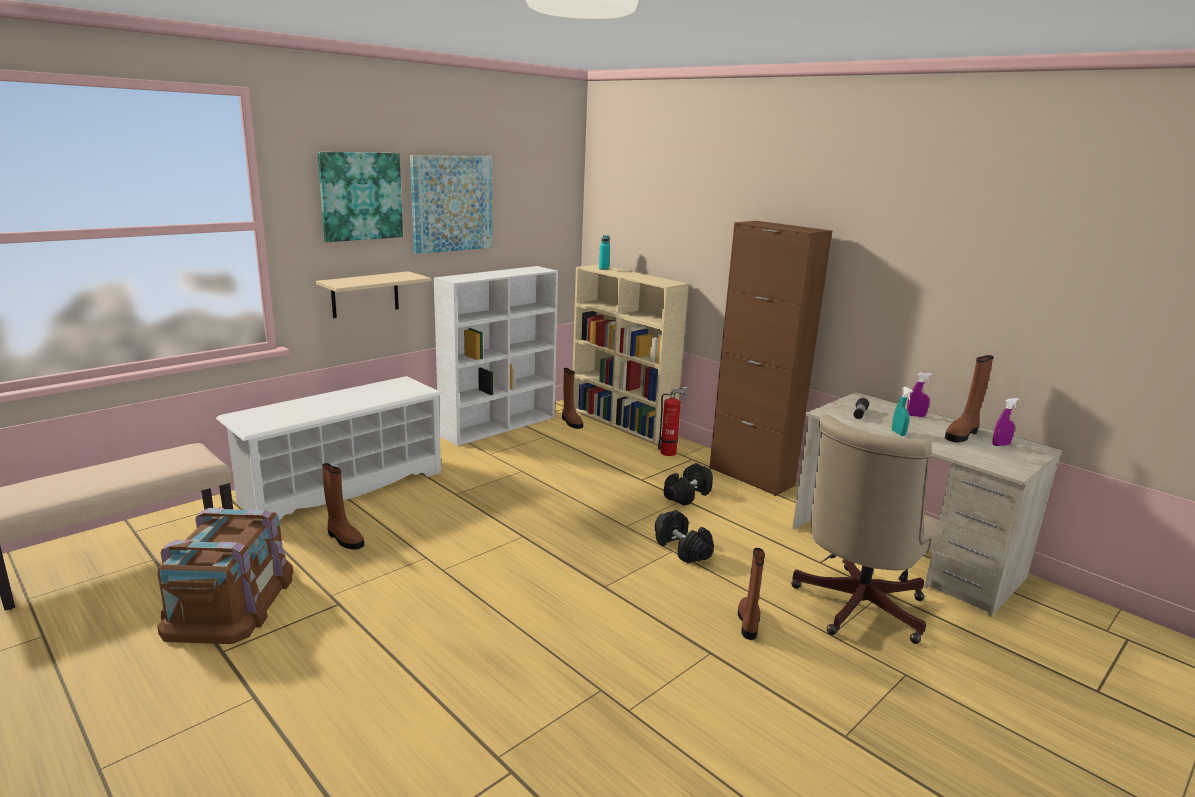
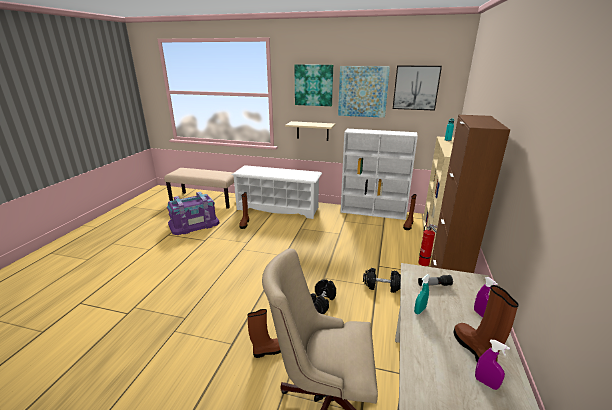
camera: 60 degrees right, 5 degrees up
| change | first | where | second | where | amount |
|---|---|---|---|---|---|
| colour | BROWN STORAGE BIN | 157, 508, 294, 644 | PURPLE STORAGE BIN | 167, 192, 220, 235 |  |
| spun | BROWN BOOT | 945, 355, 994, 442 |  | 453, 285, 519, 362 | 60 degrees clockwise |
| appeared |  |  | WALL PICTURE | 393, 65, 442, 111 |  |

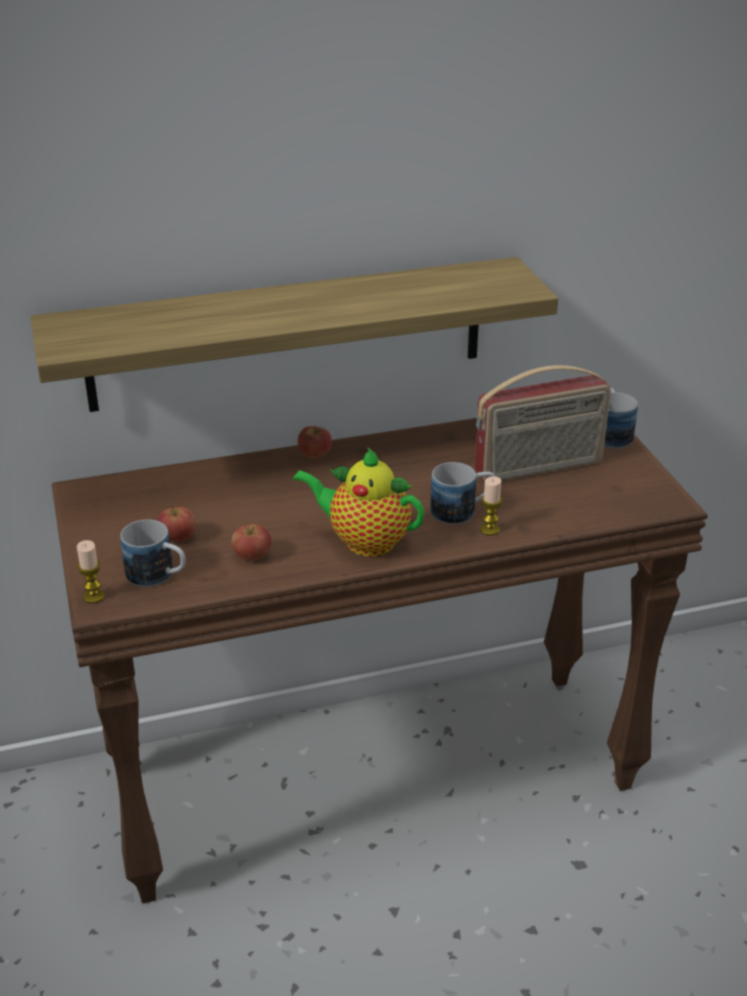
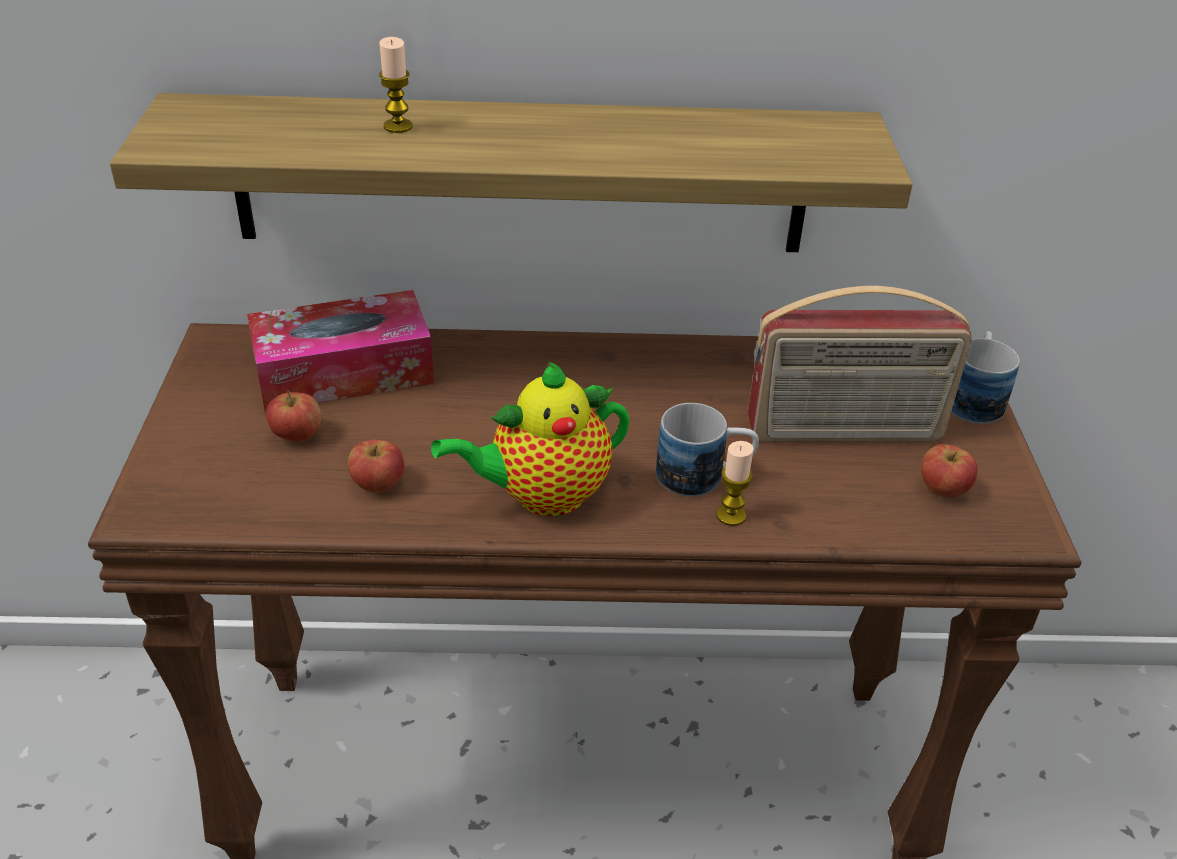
camera: 15 degrees right, 5 degrees up
| change | first | where | second | where | amount |
|---|---|---|---|---|---|
| relocated | WAX CANDLE | 77, 540, 105, 603 |  | 379, 37, 413, 133 |  |
| missing | TEA MUG | 120, 519, 186, 587 |  |  |  |
| spun | TEA POT | 292, 448, 424, 557 |  | 431, 361, 630, 516 | 60 degrees counterclockwise |
| relocated | APPLE | 298, 426, 332, 459 |  | 921, 444, 978, 498 |  |
| appeared |  |  | TISSUE BOX | 247, 290, 434, 412 |  |

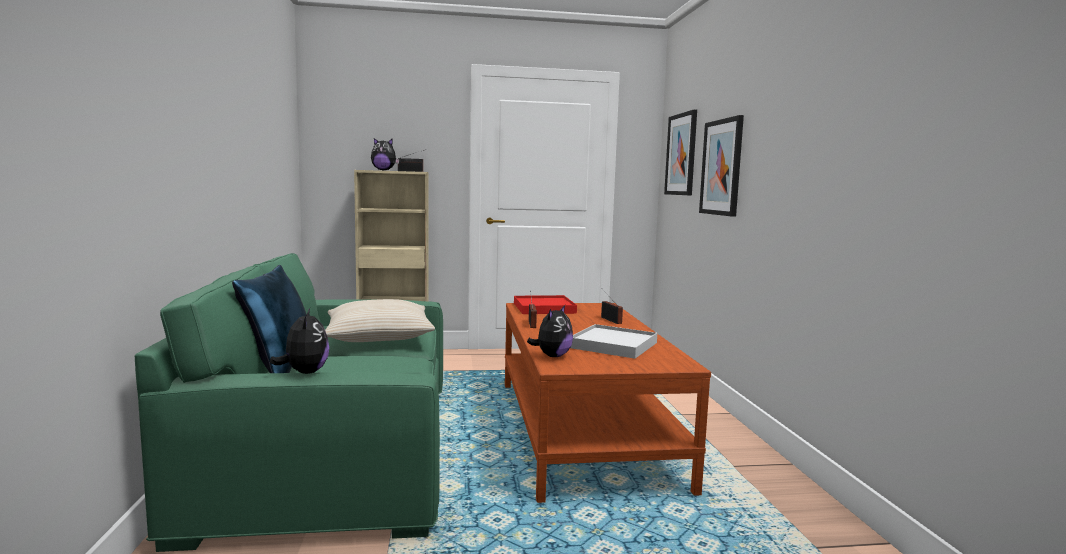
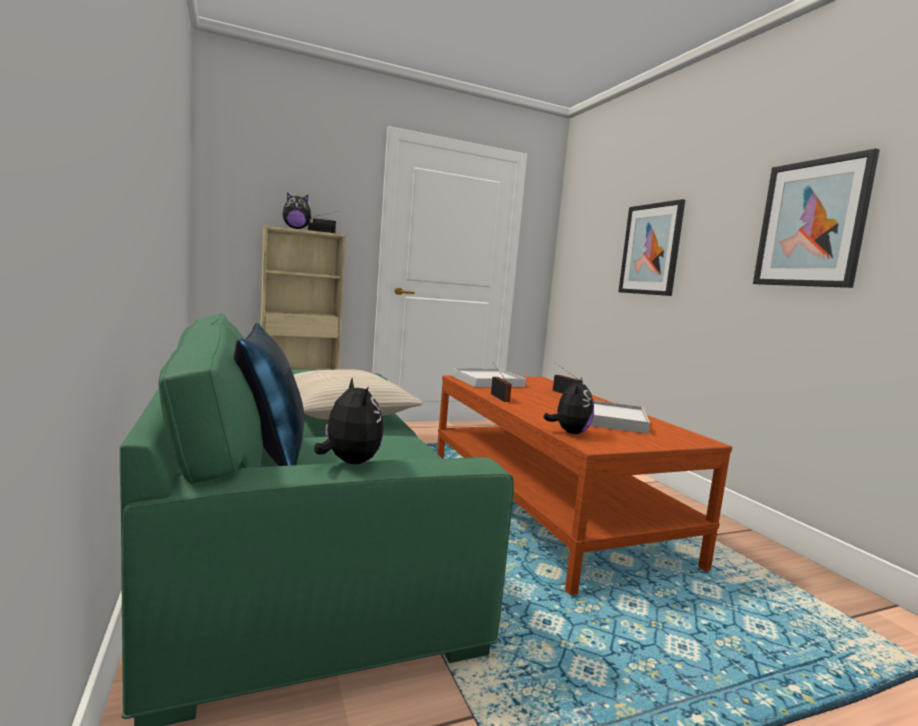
camera: 15 degrees left, 0 degrees up
| change | first | where | second | where | amount |
|---|---|---|---|---|---|
| colour | REDDISH SERVING TRAY | 514, 295, 577, 314 | WHITISH SERVING TRAY | 452, 368, 526, 387 |  |
| relocated | WALL PICTURE | 664, 110, 697, 195 |  | 753, 148, 880, 288 |  |

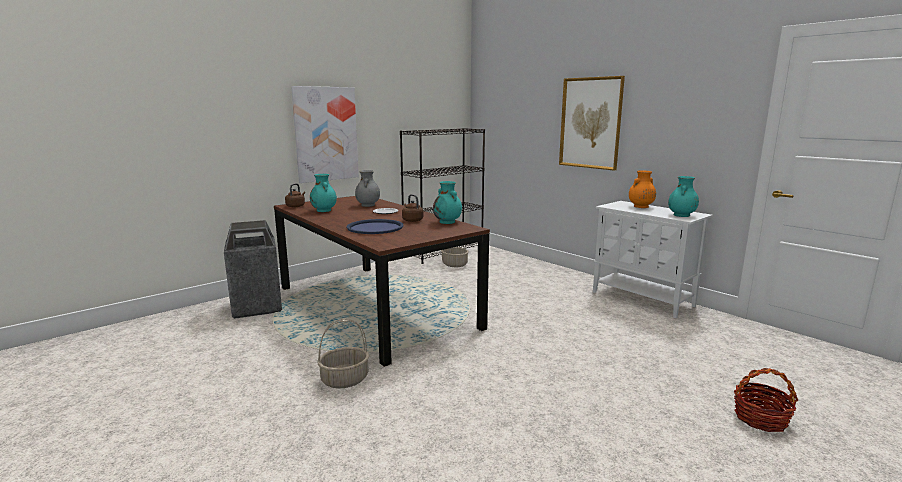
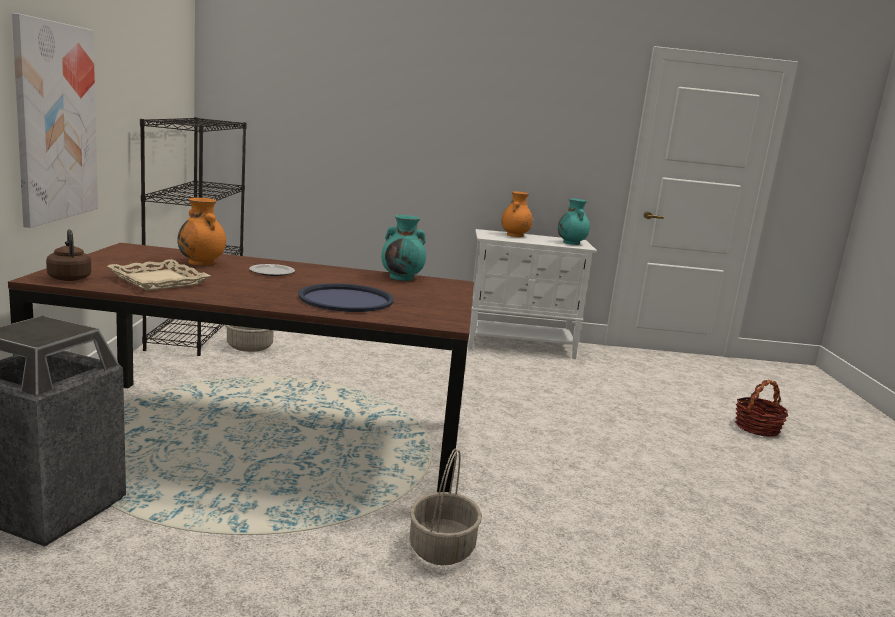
camera: 50 degrees left, 0 degrees up
| change | first | where | second | where | amount |
|---|---|---|---|---|---|
| exchanged | BLUE-GREEN FLOWER VASE | 310, 174, 337, 212 | BEIGE-COLOURED SERVING TRAY | 107, 259, 210, 291 |  |
| colour | GREYISH FLOWER VASE | 355, 170, 380, 207 | ORANGE FLOWER VASE | 178, 198, 226, 266 |  |
| missing | BROWN TEA KETTLE | 402, 194, 423, 222 |  |  |  |
| missing | WALL PICTURE | 559, 76, 625, 171 |  |  |  |

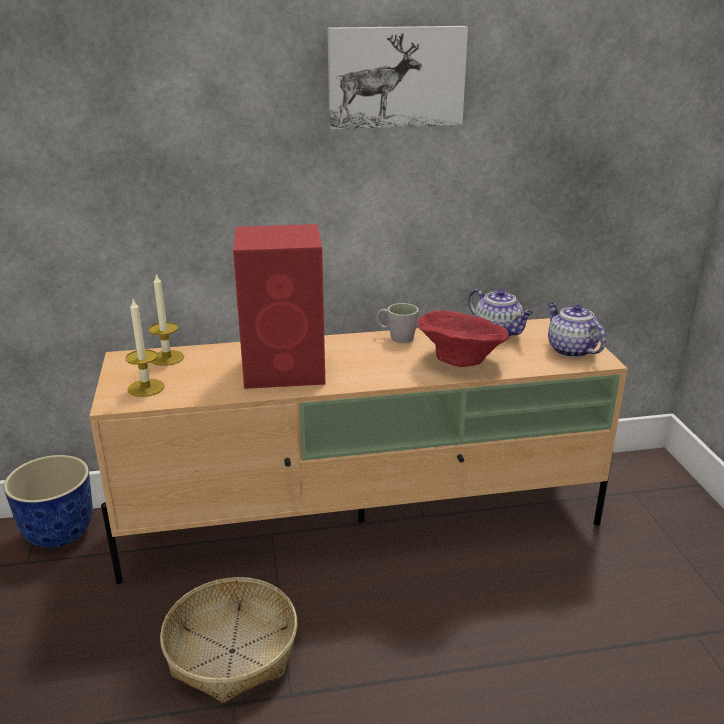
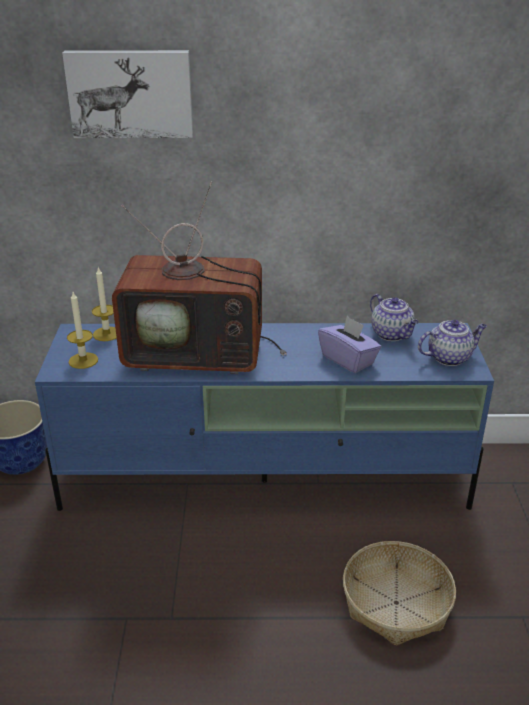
camera: 10 degrees right, 5 degrees up
| change | first | where | second | where | amount |
|---|---|---|---|---|---|
| colour | BEIGE-COLOURED MEDIA CONSOLE | 89, 318, 628, 584 | BLUE MEDIA CONSOLE | 35, 323, 494, 511 |  |
| relocated | BASKET | 160, 577, 298, 703 |  | 343, 541, 456, 646 |  |
| exchanged | REDDISH SPEAKER | 233, 224, 325, 389 | TELEVISION | 112, 182, 287, 374 |  |
| relocated | WALL PICTURE | 327, 26, 468, 129 |  | 62, 50, 193, 138 |  |
| missing | GREYISH TEA MUG | 377, 303, 419, 343 |  |  |  |
| exchanged | REDDISH SERVING BOWL | 418, 310, 510, 367 | PURPLE TISSUE BOX | 318, 316, 381, 373 |  |
| spun | TEA POT | 548, 303, 606, 358 |  | 418, 320, 487, 366 | 90 degrees clockwise |

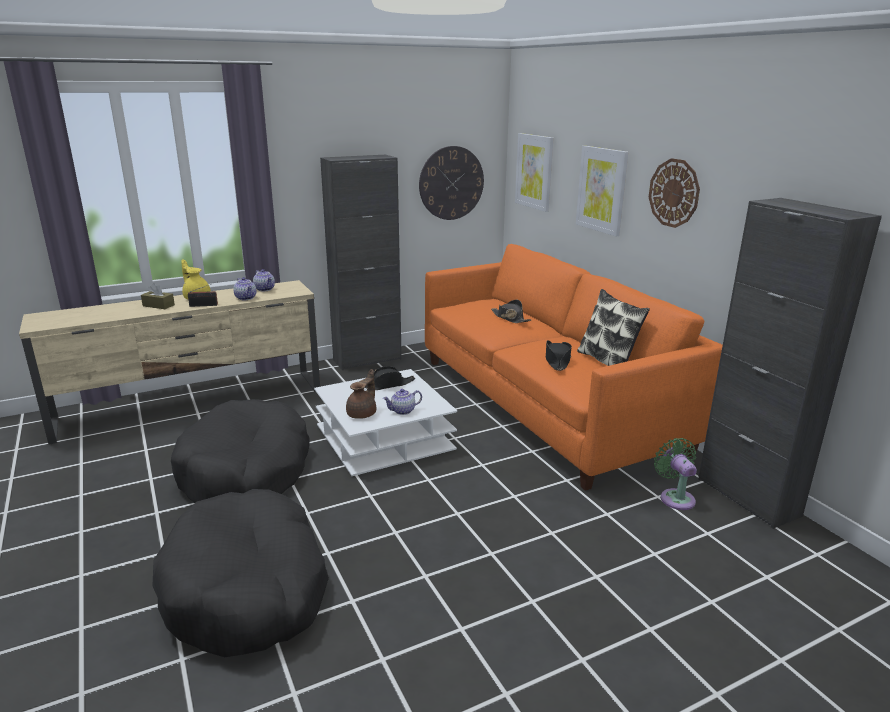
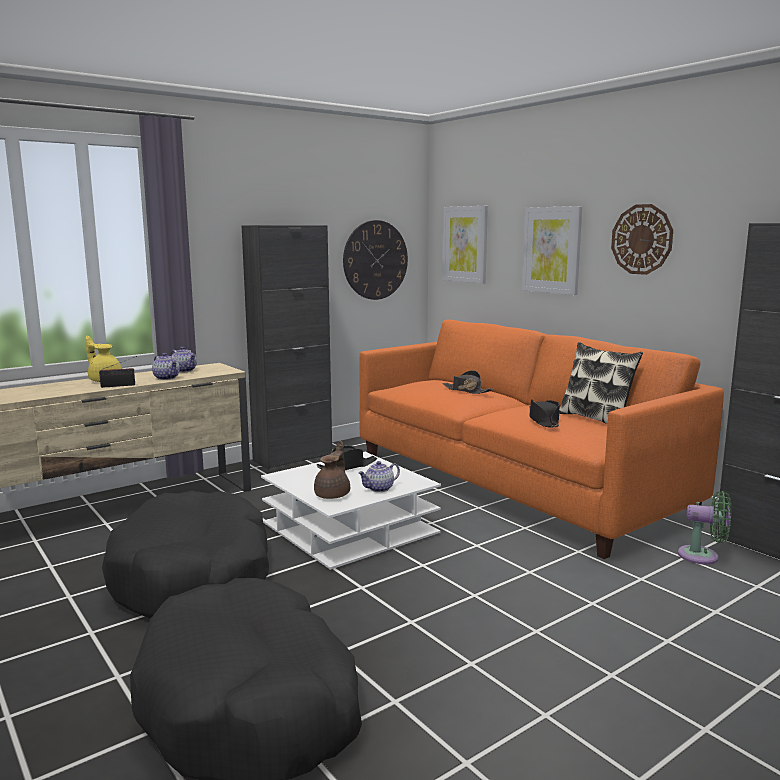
camera: 10 degrees left, 10 degrees down
| change | first | where | second | where | amount |
|---|---|---|---|---|---|
| missing | BROWN TISSUE BOX | 141, 283, 175, 309 |  |  |  |
| spun | GREEN COOLING FAN | 654, 438, 697, 510 |  | 678, 491, 731, 565 | 135 degrees clockwise |

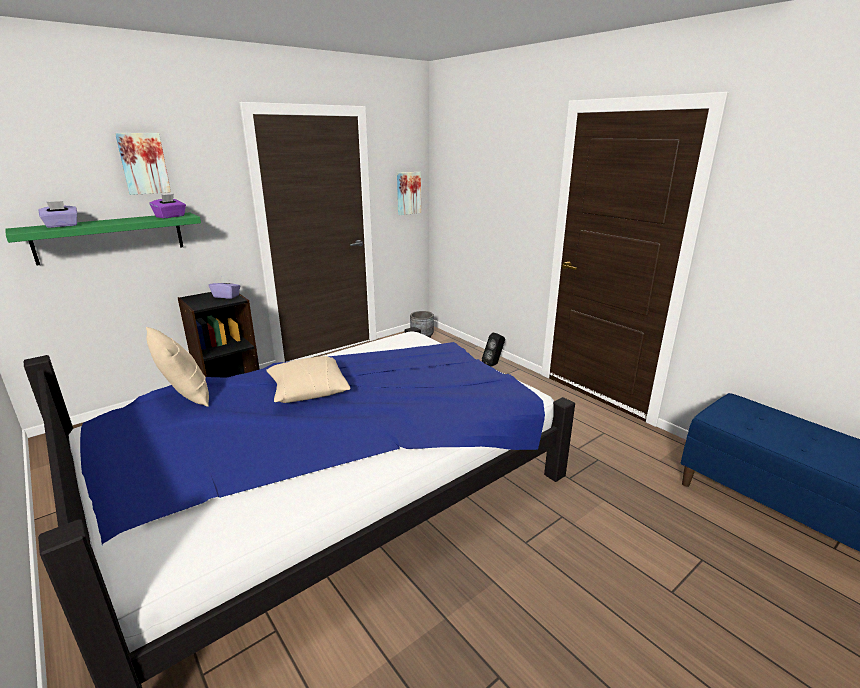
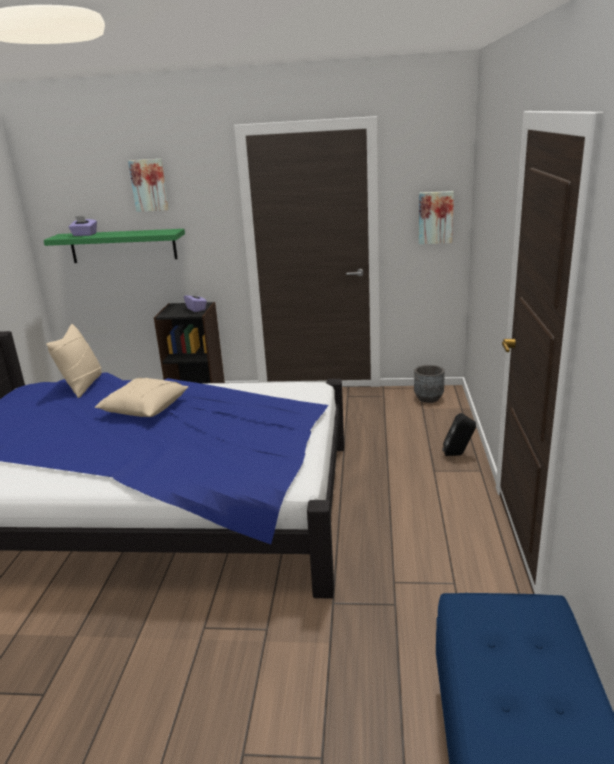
camera: 45 degrees right, 0 degrees up
| change | first | where | second | where | amount |
|---|---|---|---|---|---|
| missing | PURPLE TISSUE BOX | 150, 194, 186, 218 |  |  |  |

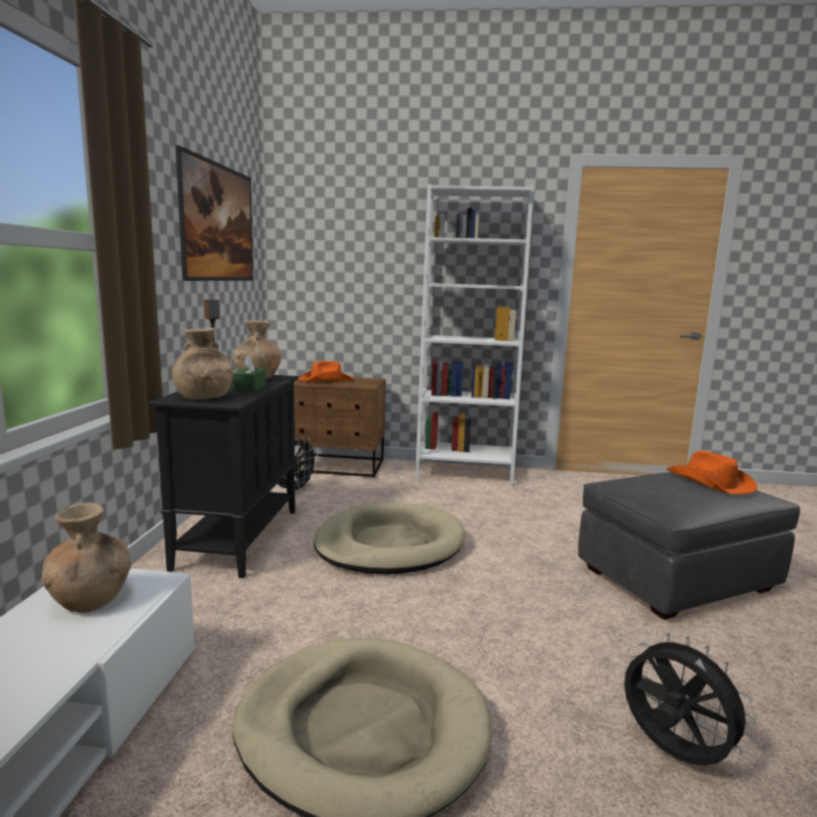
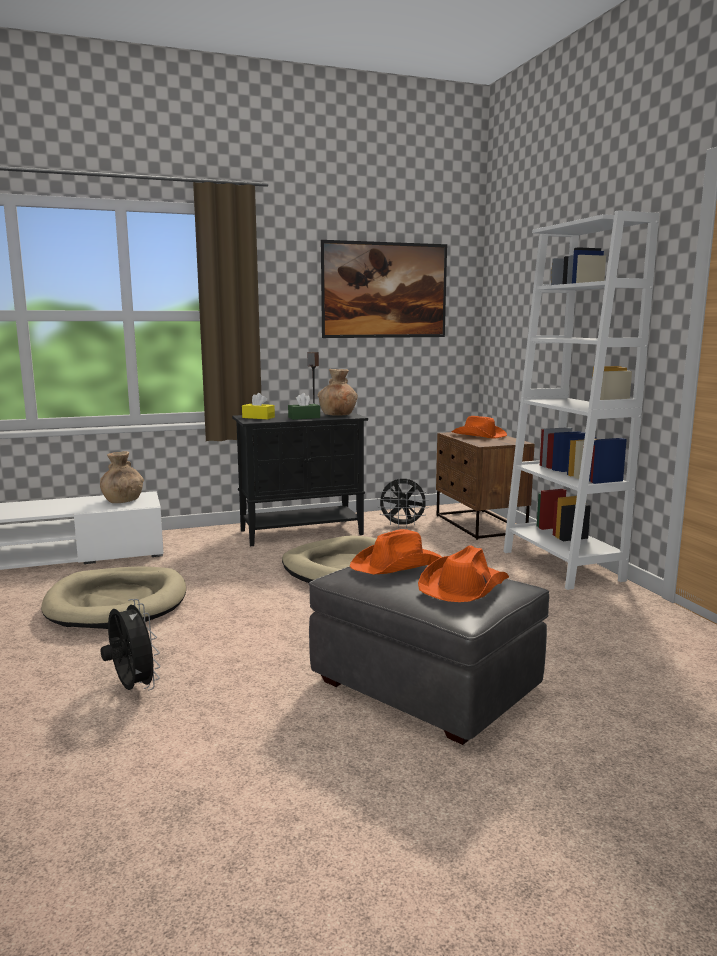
camera: 65 degrees right, 0 degrees up
| change | first | where | second | where | amount |
|---|---|---|---|---|---|
| exchanged | BROWN FLOWER VASE | 172, 328, 233, 400 | YELLOW-COLOURED TISSUE BOX | 242, 393, 275, 419 |  |
| spun | BLACK COOLING FAN | 624, 633, 757, 766 |  | 101, 599, 161, 691 | 60 degrees counterclockwise |
| appeared |  |  | ORANGE HAT | 350, 529, 442, 574 |  |

